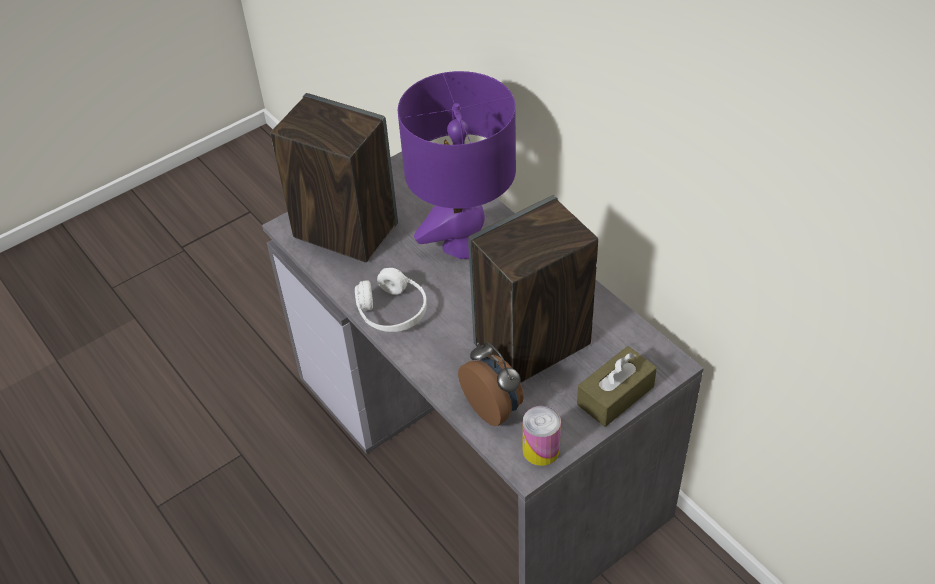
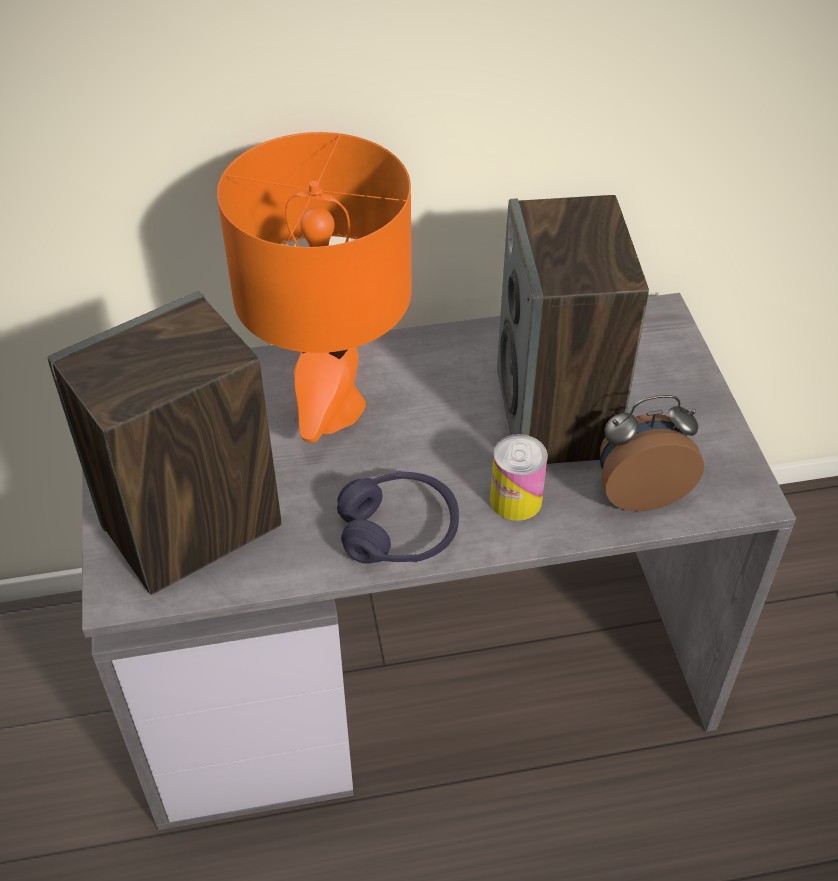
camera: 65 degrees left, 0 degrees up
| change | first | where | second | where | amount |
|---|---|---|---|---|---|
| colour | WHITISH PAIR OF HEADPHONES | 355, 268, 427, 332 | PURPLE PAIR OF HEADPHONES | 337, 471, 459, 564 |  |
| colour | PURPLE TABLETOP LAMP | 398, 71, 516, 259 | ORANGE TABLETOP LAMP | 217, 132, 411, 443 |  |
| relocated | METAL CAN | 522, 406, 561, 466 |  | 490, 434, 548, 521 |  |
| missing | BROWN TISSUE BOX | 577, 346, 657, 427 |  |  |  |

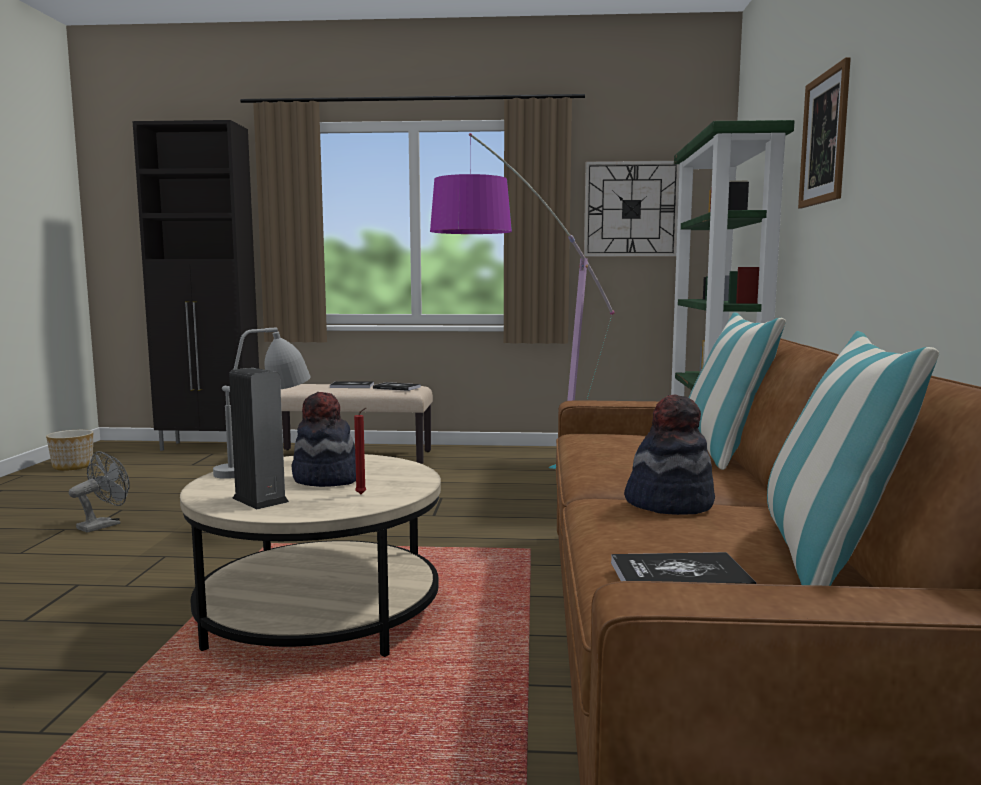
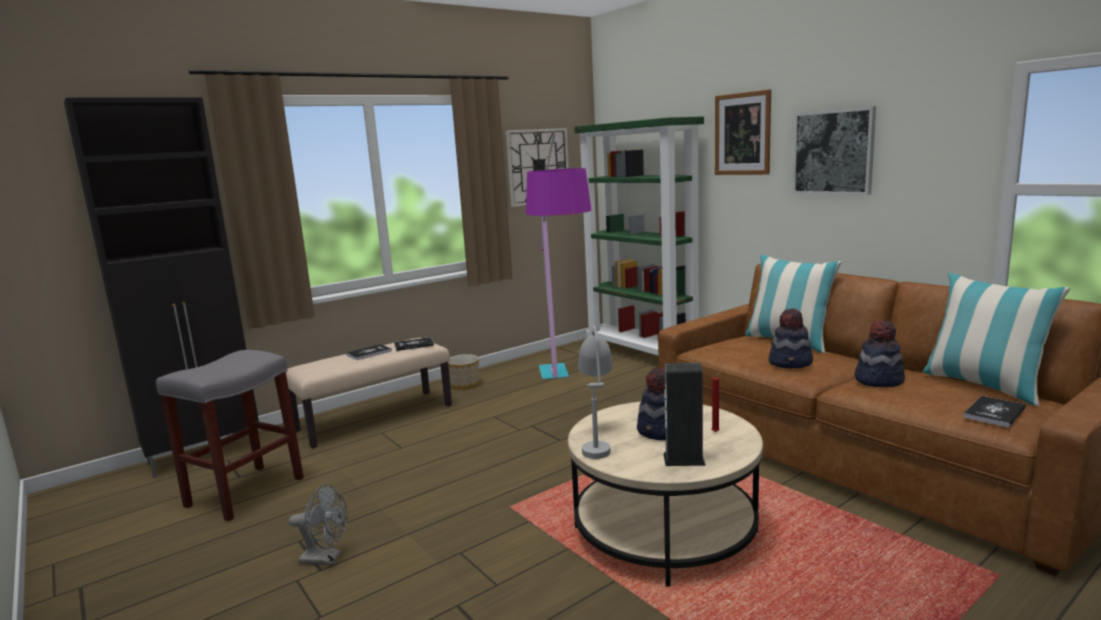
camera: 40 degrees left, 5 degrees up
| change | first | where | second | where | amount |
|---|---|---|---|---|---|
| relocated | PLANT POT | 46, 430, 93, 471 |  | 448, 354, 479, 389 |  |
| spun | GREYISH COOLING FAN | 69, 451, 130, 533 |  | 289, 484, 348, 565 | 105 degrees clockwise |
| appeared |  |  | GREYISH STOOL SEAT | 156, 350, 304, 521 |  |
| appeared |  |  | HAT | 769, 308, 813, 368 |  |
| appeared |  |  | WALL PICTURE | 792, 106, 876, 195 |  |

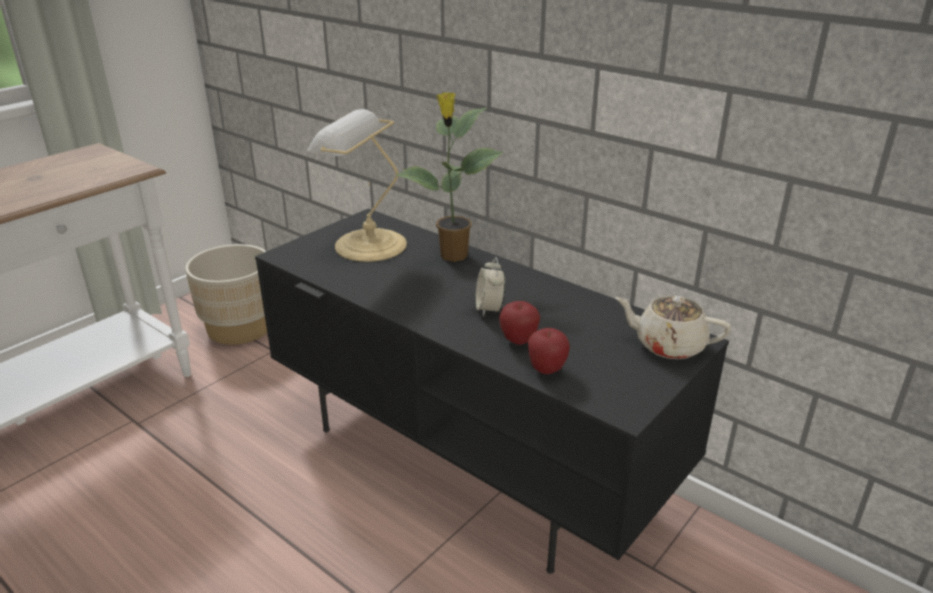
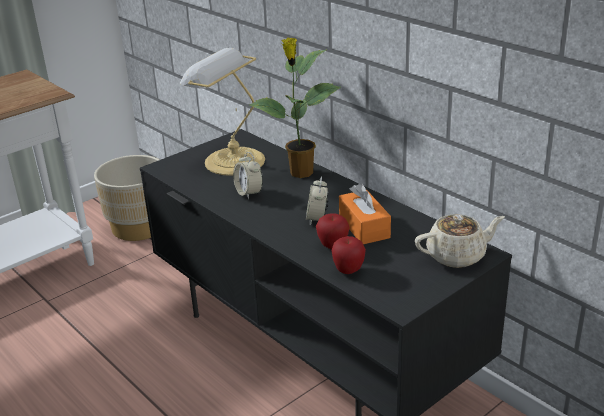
camera: 10 degrees right, 0 degrees up
| change | first | where | second | where | amount |
|---|---|---|---|---|---|
| spun | BEIGE-COLOURED TEA POT | 615, 296, 731, 359 |  | 415, 214, 505, 268 | 135 degrees clockwise |
| appeared |  |  | TABLE CLOCK | 233, 152, 263, 199 |  |
| appeared |  |  | ORANGE TISSUE BOX | 339, 183, 391, 244 |  |

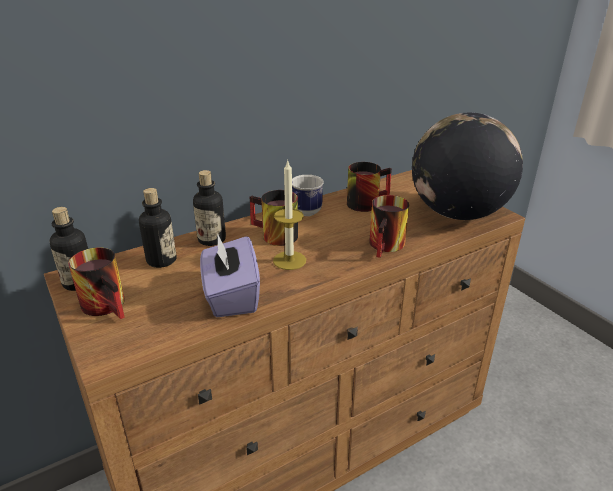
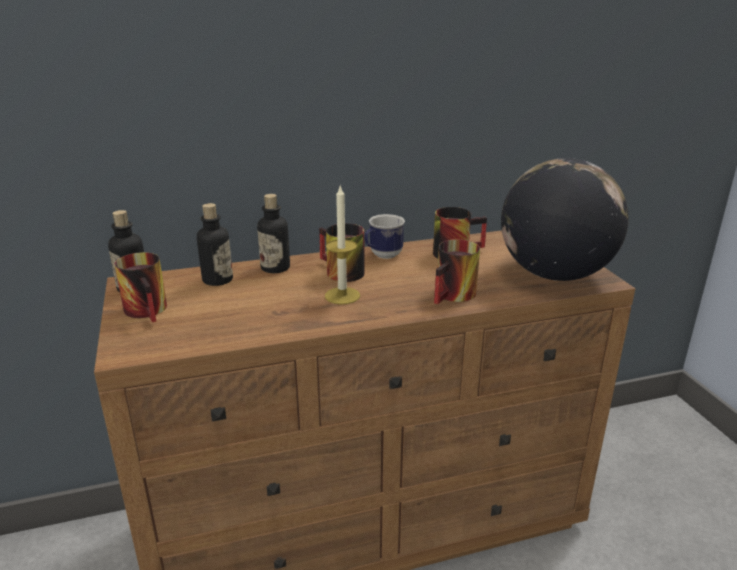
camera: 15 degrees right, 5 degrees down
| change | first | where | second | where | amount |
|---|---|---|---|---|---|
| missing | PURPLE TISSUE BOX | 200, 233, 260, 317 |  |  |  |

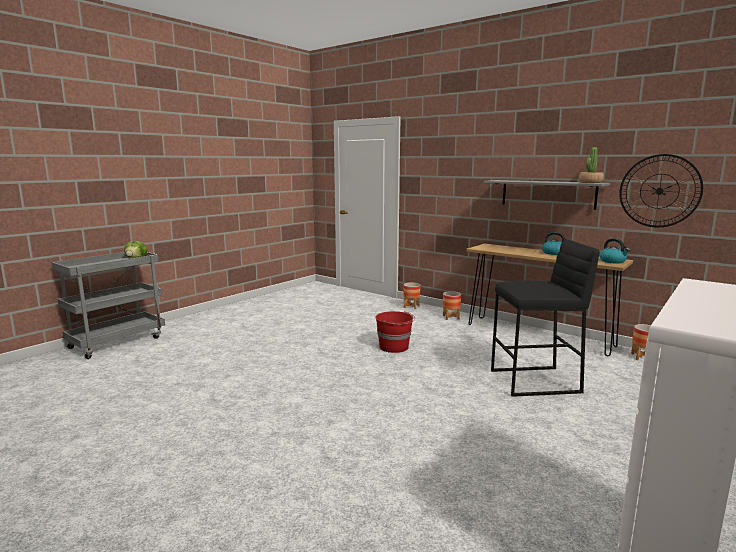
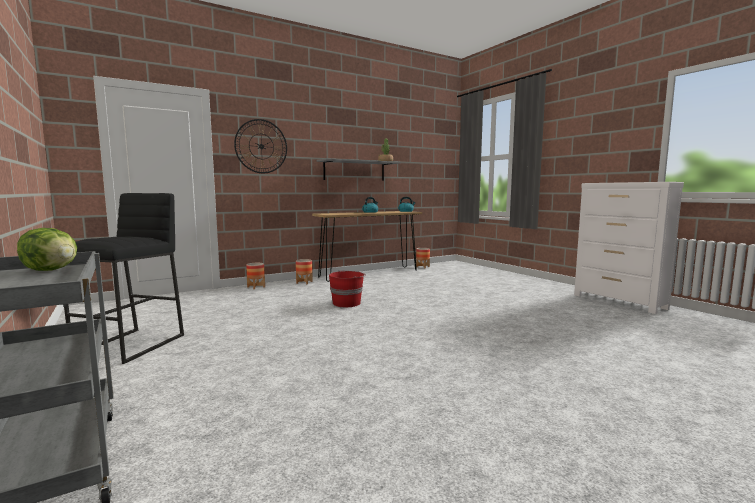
camera: 70 degrees left, 5 degrees down
| change | first | where | second | where | amount |
|---|---|---|---|---|---|
| relocated | BLACK STOOL SEAT | 491, 240, 599, 397 |  | 64, 193, 184, 364 |  |
| relocated | HANGING CLOCK | 619, 154, 703, 227 |  | 234, 119, 287, 173 |  |

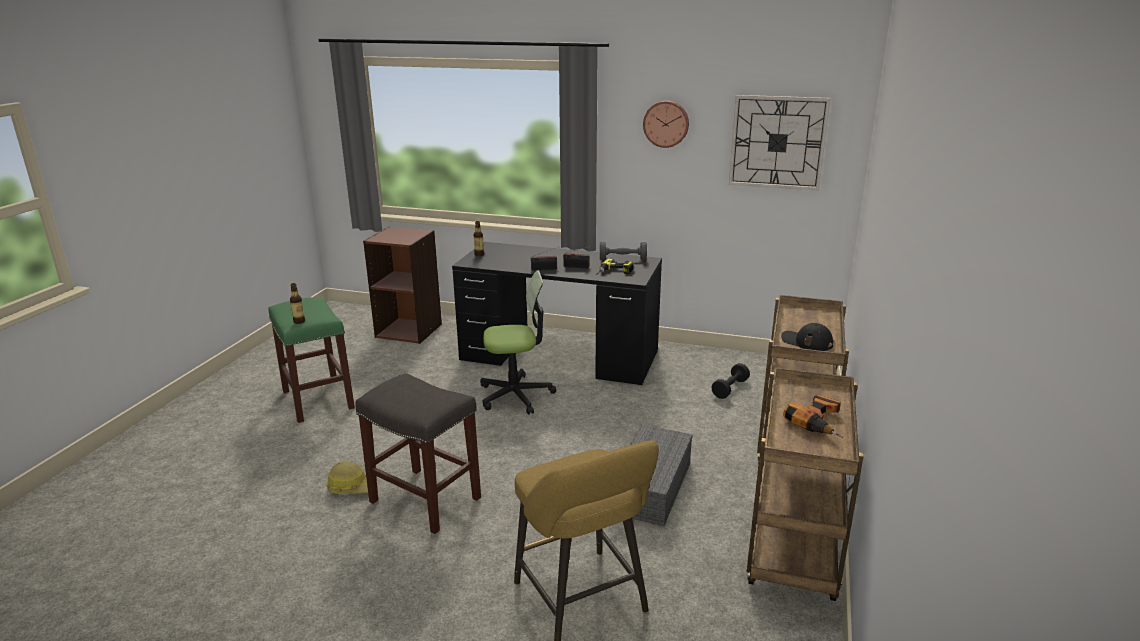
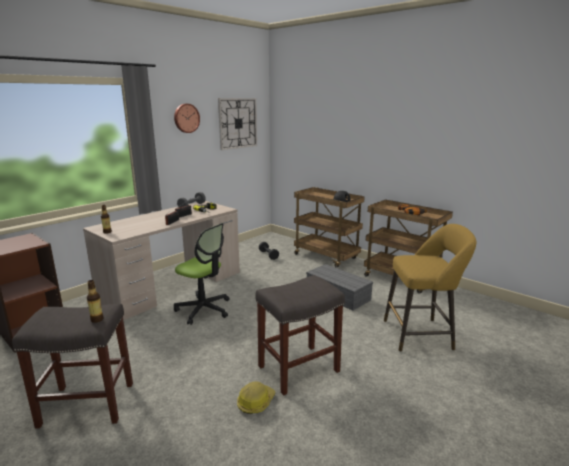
camera: 65 degrees left, 5 degrees down
| change | first | where | second | where | amount |
|---|---|---|---|---|---|
| colour | GREEN STOOL SEAT | 269, 297, 355, 423 | GREYISH STOOL SEAT | 12, 304, 133, 429 |  |
| colour | BLACK DESK | 452, 242, 662, 385 | BEIGE-COLOURED DESK | 83, 201, 240, 320 |  |
| spun | COMPUTER CHAIR | 480, 270, 556, 415 |  | 174, 223, 230, 325 | 105 degrees clockwise |

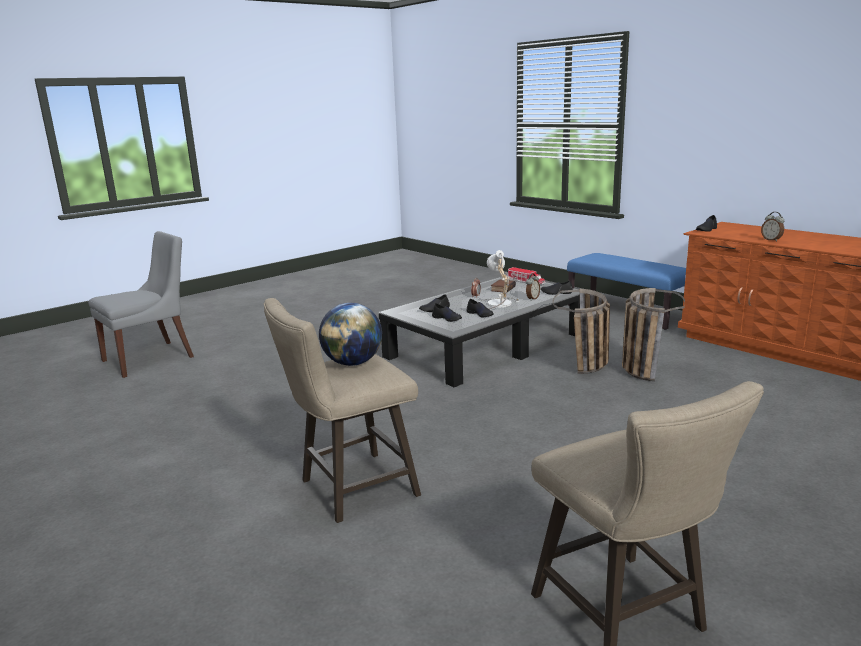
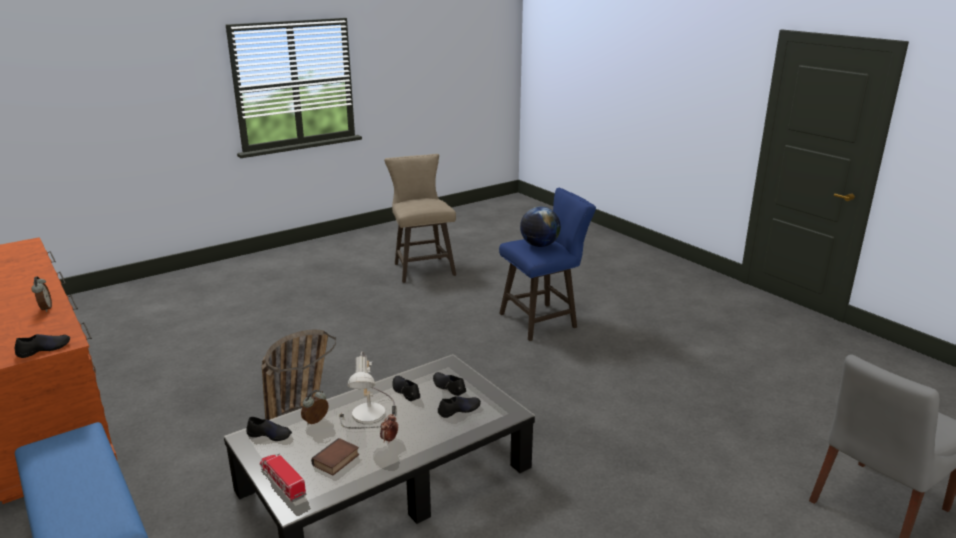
camera: 175 degrees left, 5 degrees up
| change | first | where | second | where | amount |
|---|---|---|---|---|---|
| colour | BEIGE-COLOURED STOOL SEAT | 264, 298, 421, 523 | BLUE STOOL SEAT | 499, 188, 596, 341 |  |
| missing | BASKET | 622, 288, 685, 381 |  |  |  |

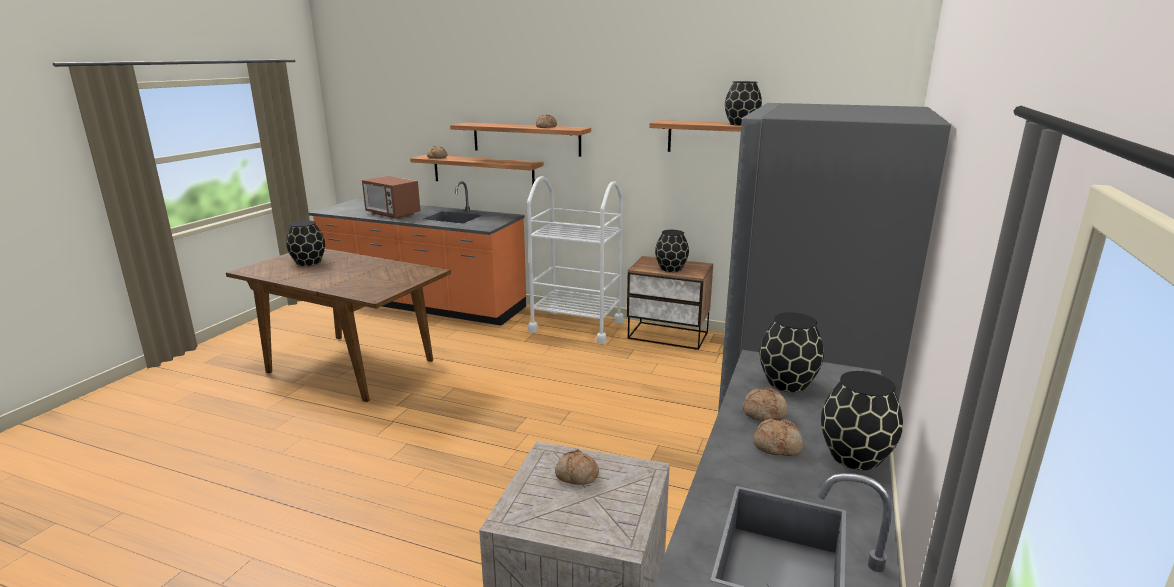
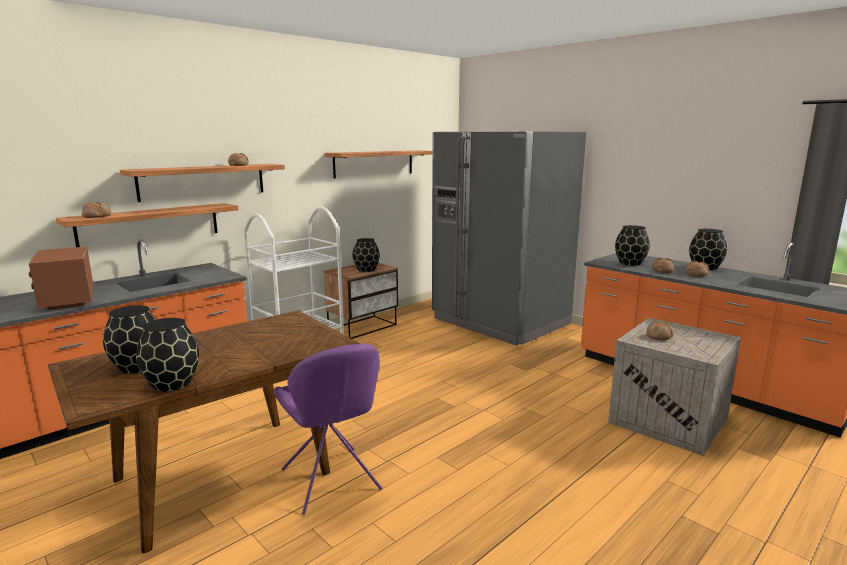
camera: 65 degrees left, 5 degrees down
| change | first | where | second | where | amount |
|---|---|---|---|---|---|
| spun | KITCHEN MICROWAVE | 362, 176, 421, 219 |  | 28, 246, 94, 310 | 90 degrees clockwise |
| relocated | BLACK FLOWER VASE | 725, 81, 762, 126 |  | 136, 318, 199, 392 |  |
| appeared |  |  | PURPLE PLAIN CHAIR | 273, 343, 382, 515 |  |

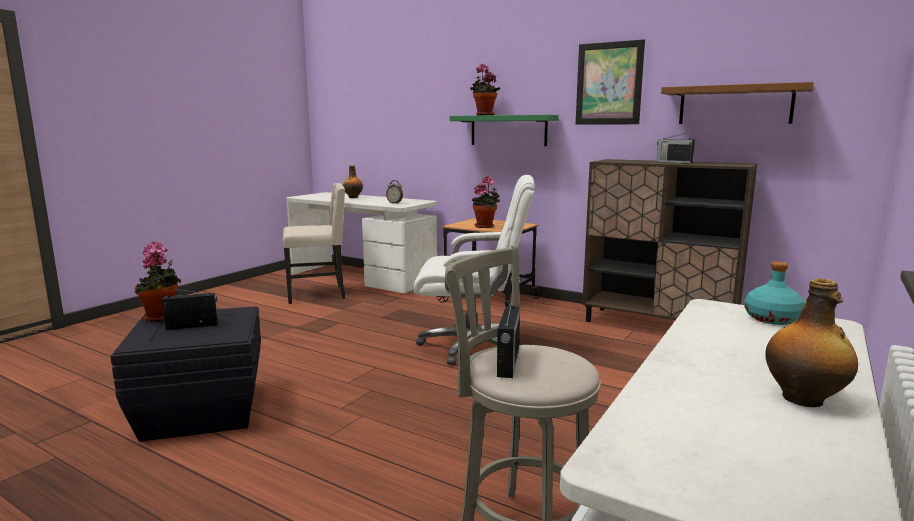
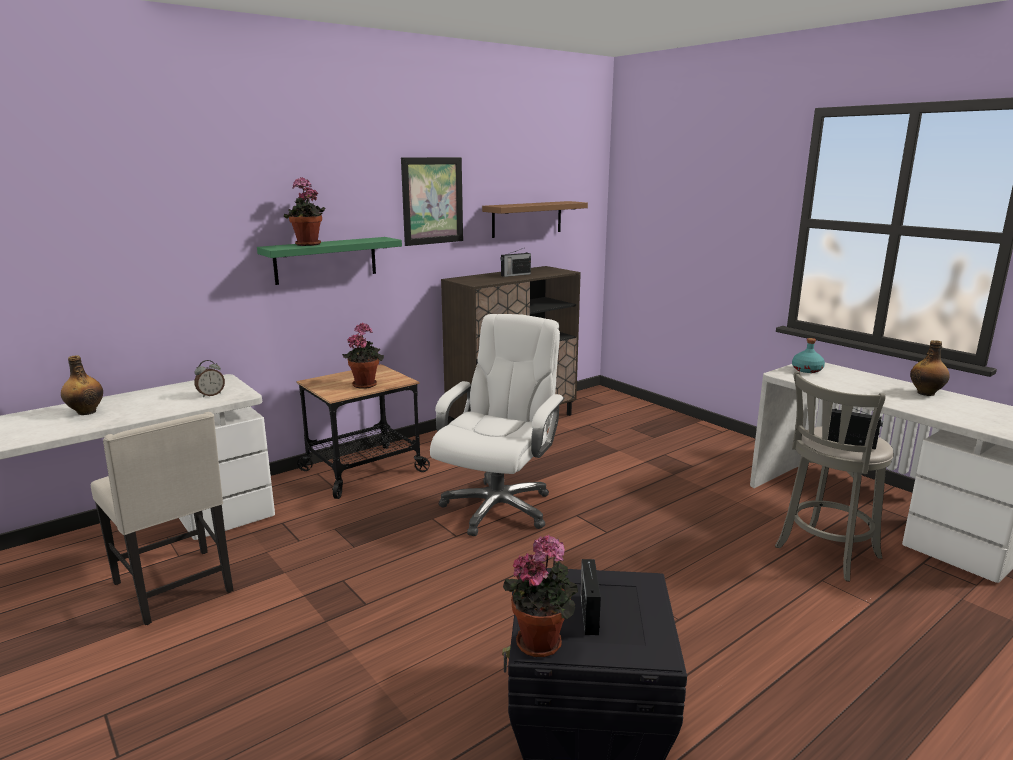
camera: 70 degrees left, 5 degrees up
| change | first | where | second | where | amount |
|---|---|---|---|---|---|
| spun | BEIGE-COLOURED PLAIN CHAIR | 283, 183, 345, 304 |  | 91, 412, 233, 625 | 135 degrees clockwise |

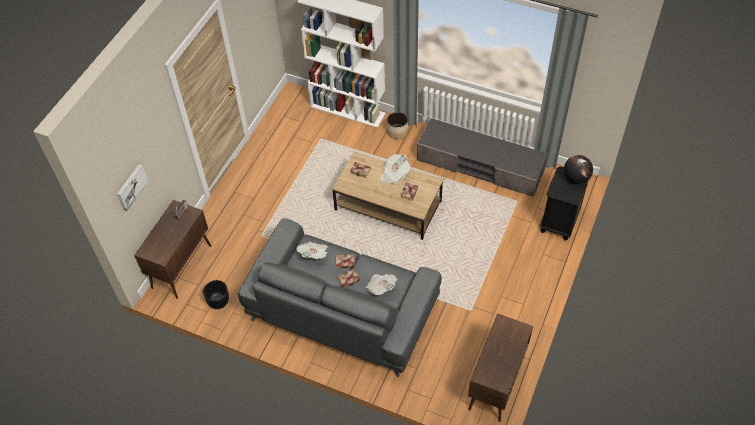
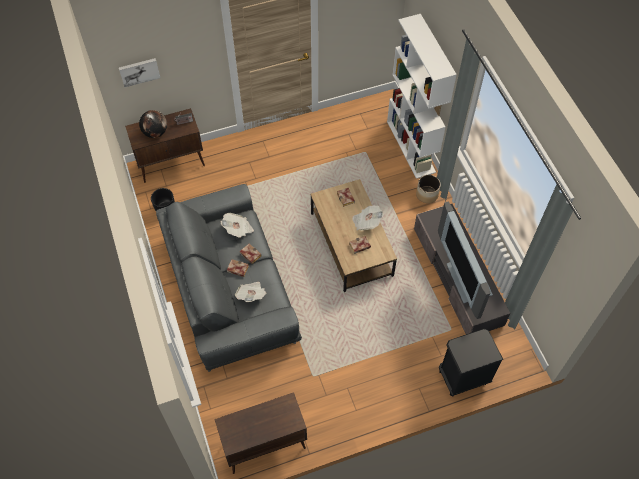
camera: 45 degrees right, 5 degrees up
| change | first | where | second | where | amount |
|---|---|---|---|---|---|
| relocated | DESK GLOBE | 564, 155, 593, 184 |  | 139, 110, 167, 138 |  |
| appeared |  |  | TELEVISION | 438, 202, 493, 319 |  |

